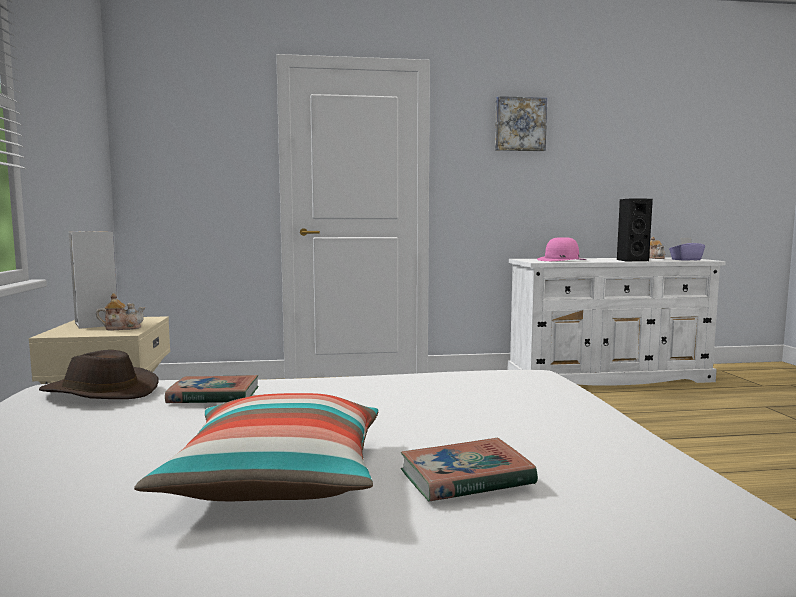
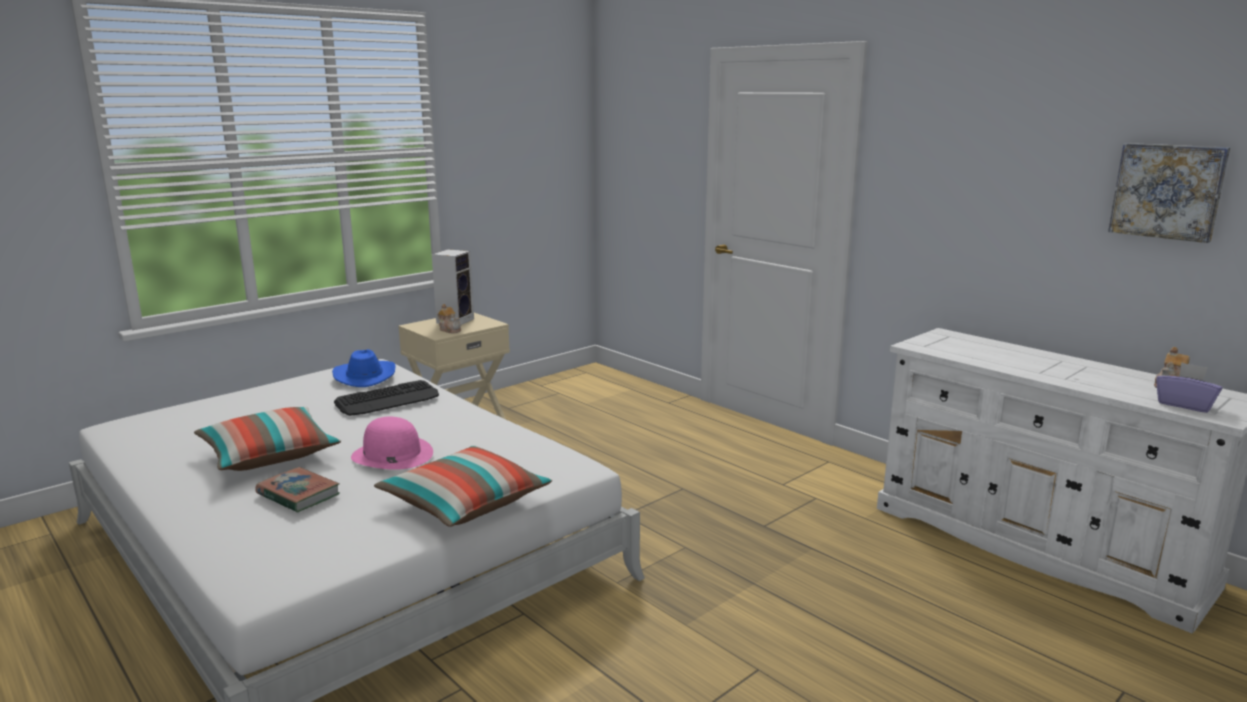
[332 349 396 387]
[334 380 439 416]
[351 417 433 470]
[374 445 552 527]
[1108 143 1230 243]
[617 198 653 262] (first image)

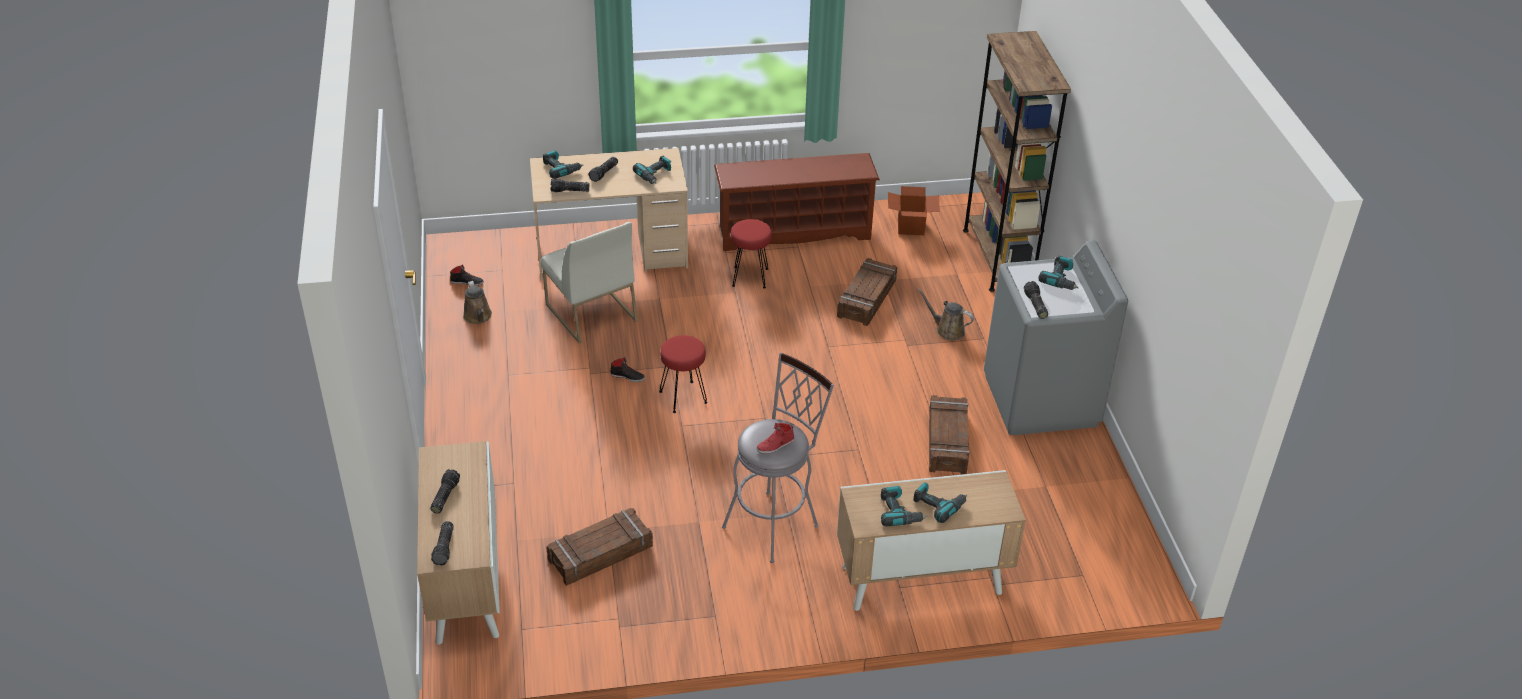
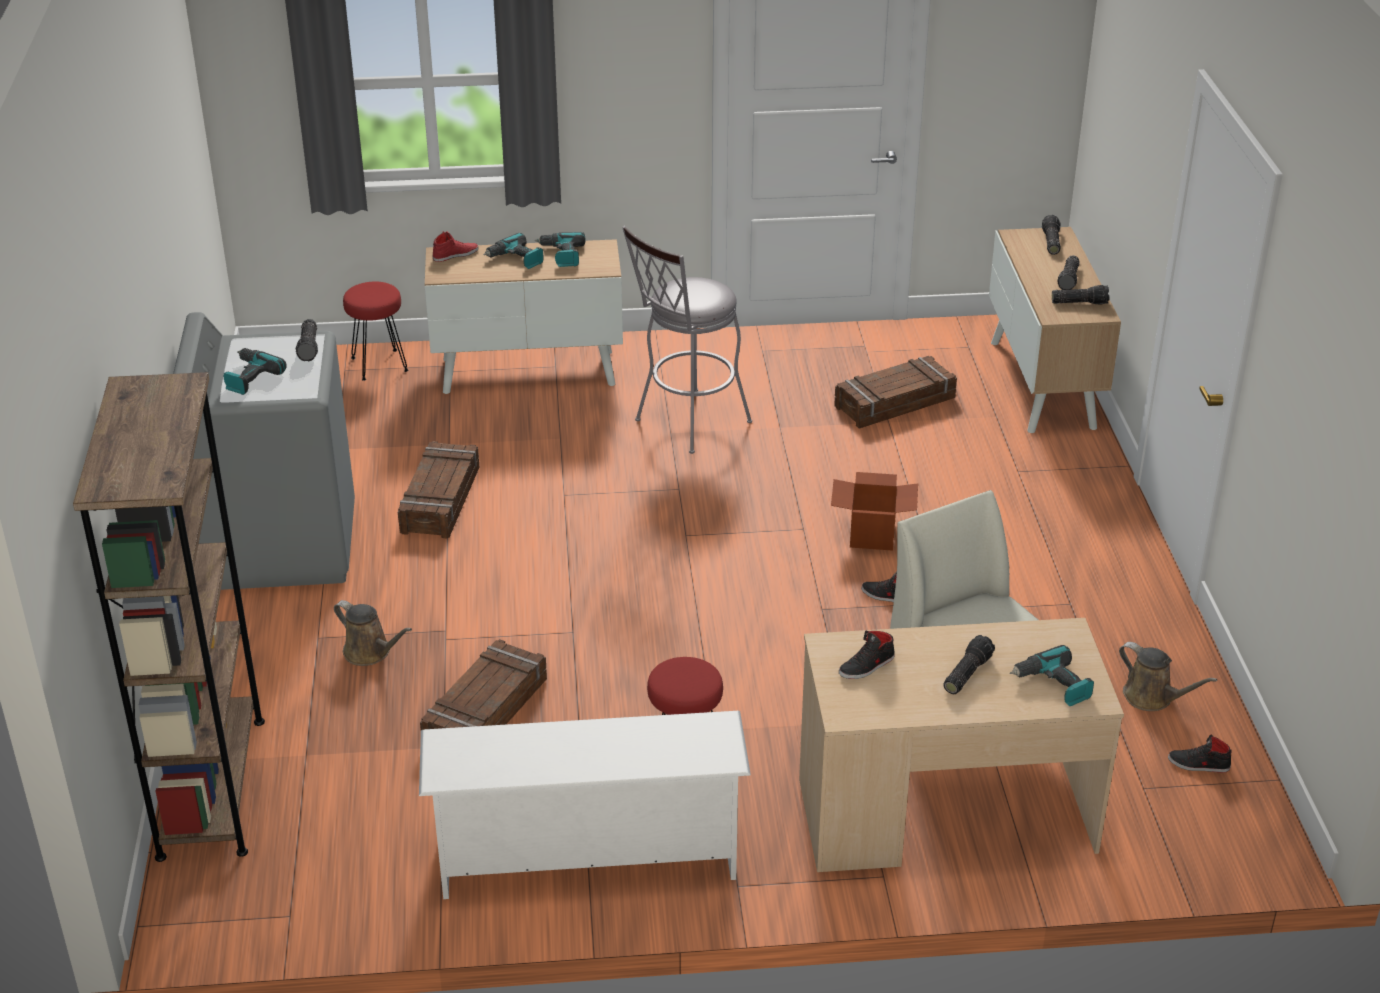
[343 282 409 381]
[419 711 751 899]
[432 231 479 262]
[831 472 918 551]
[839 631 895 679]
[1052 285 1109 305]
[1119 642 1218 711]

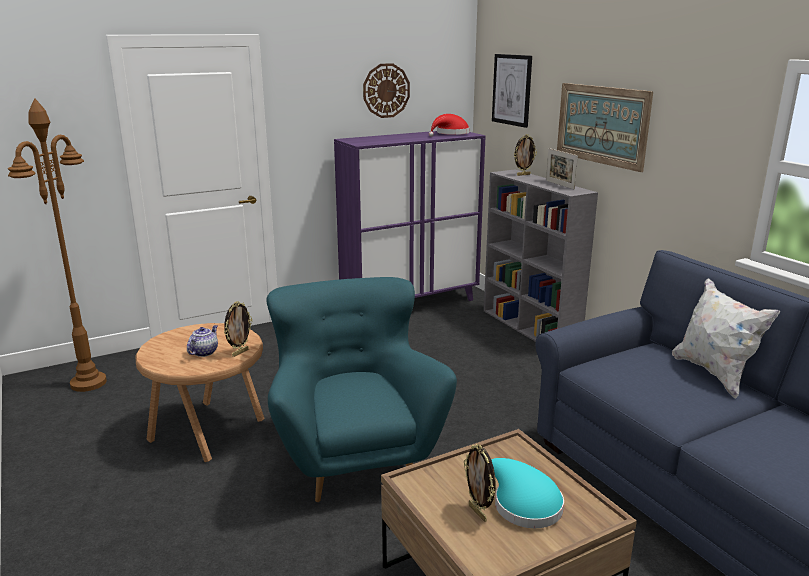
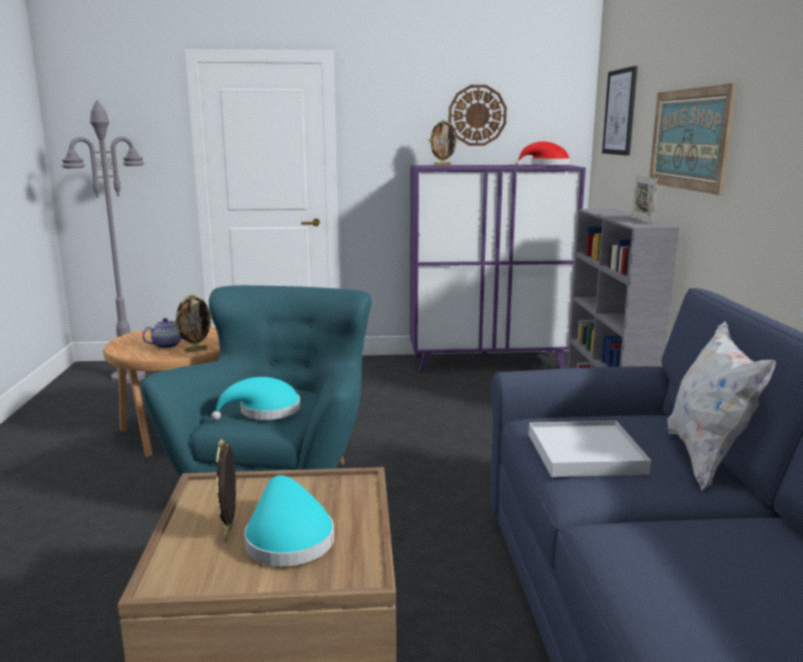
[61 100 146 383]
[212 377 300 420]
[429 119 458 166]
[529 421 651 477]

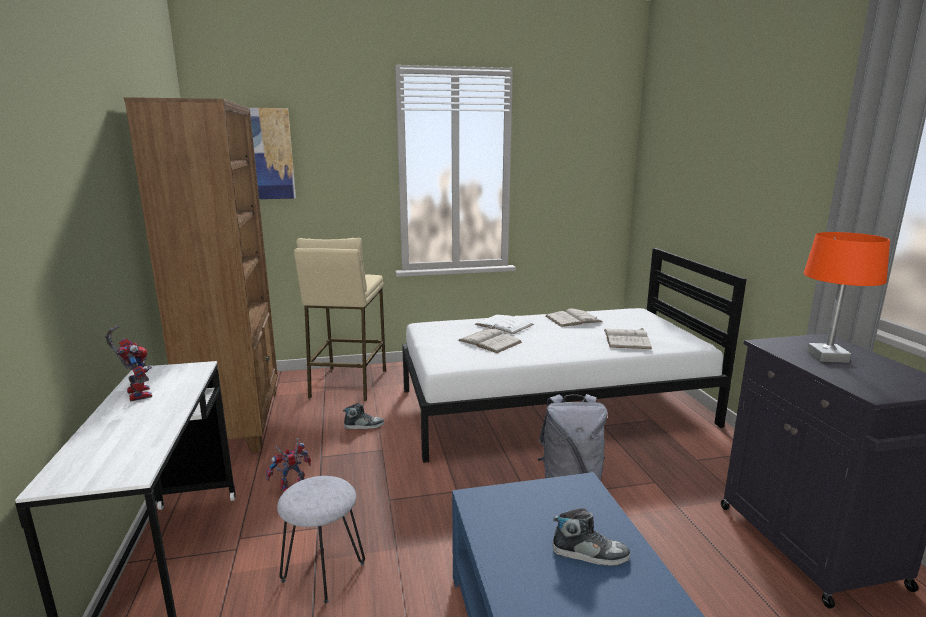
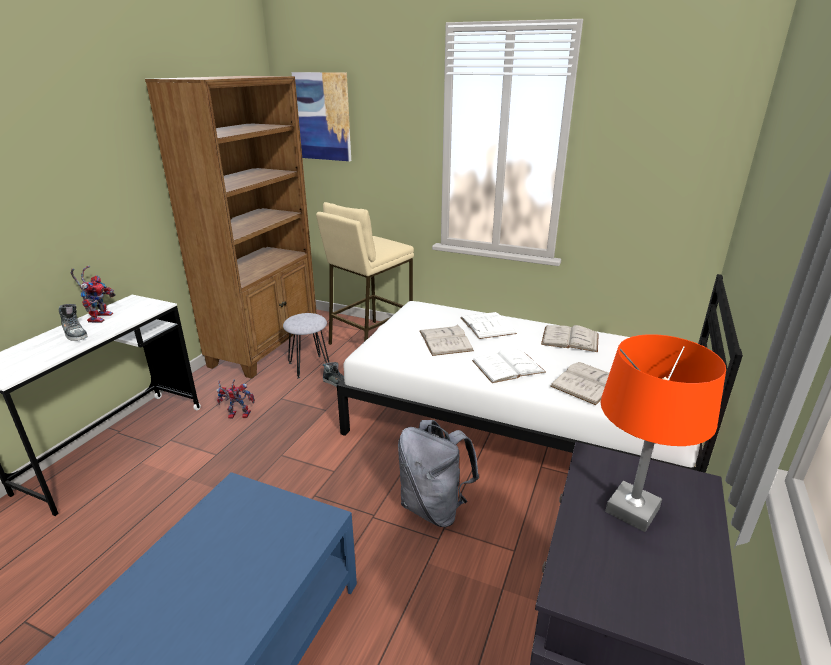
[59 304 88 341]
[283 313 330 378]
[472 349 546 383]

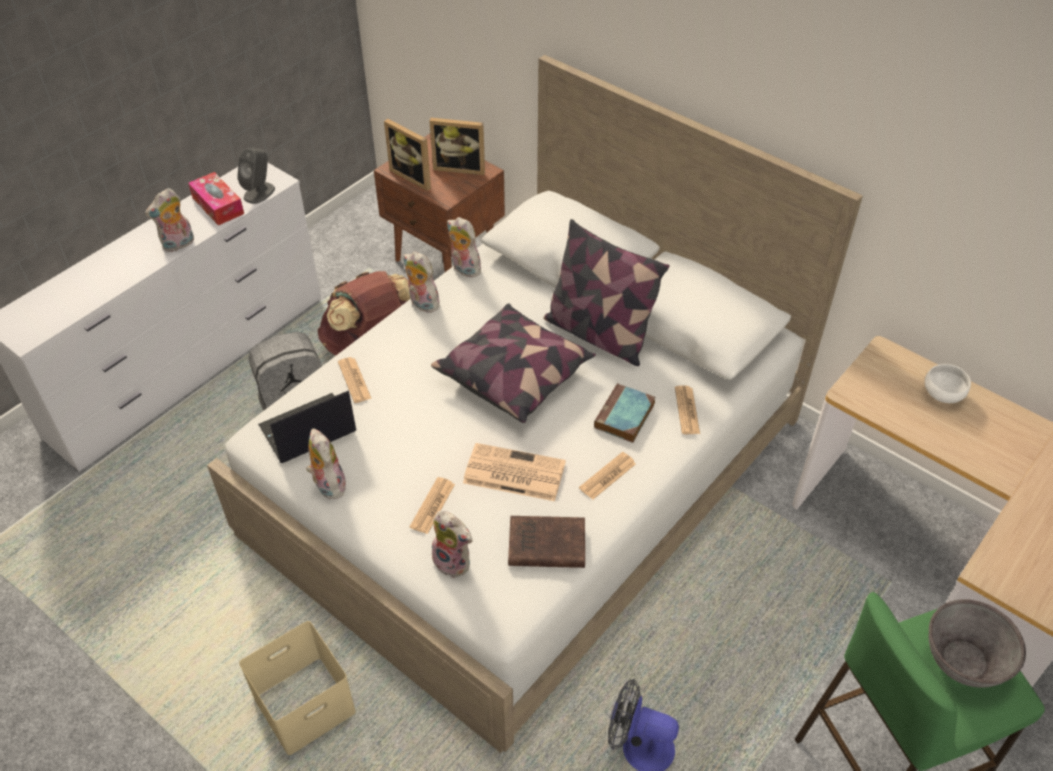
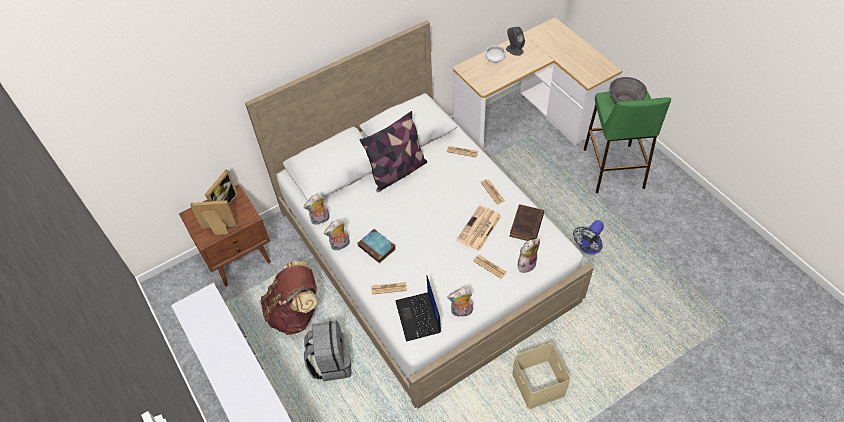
[191 200 237 235]
[357 229 396 263]
[506 27 525 56]
[145 188 194 252] (first image)
[188 172 244 225] (first image)
[431 304 596 423] (first image)

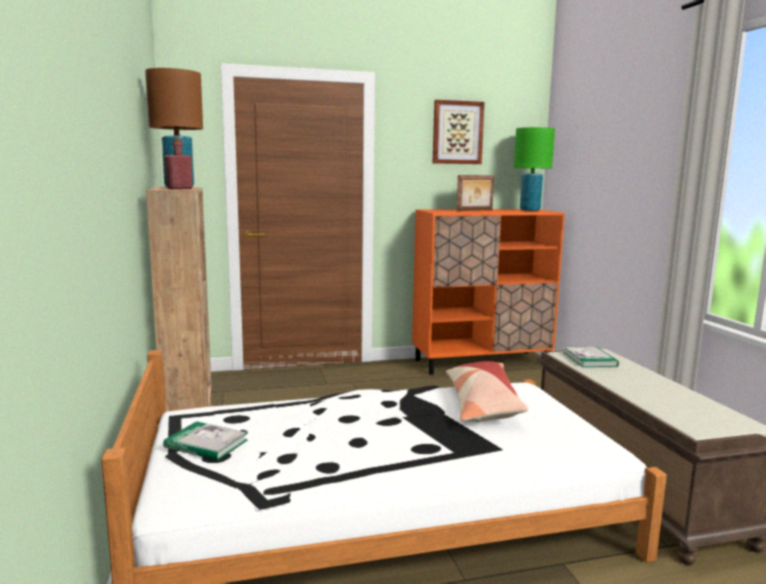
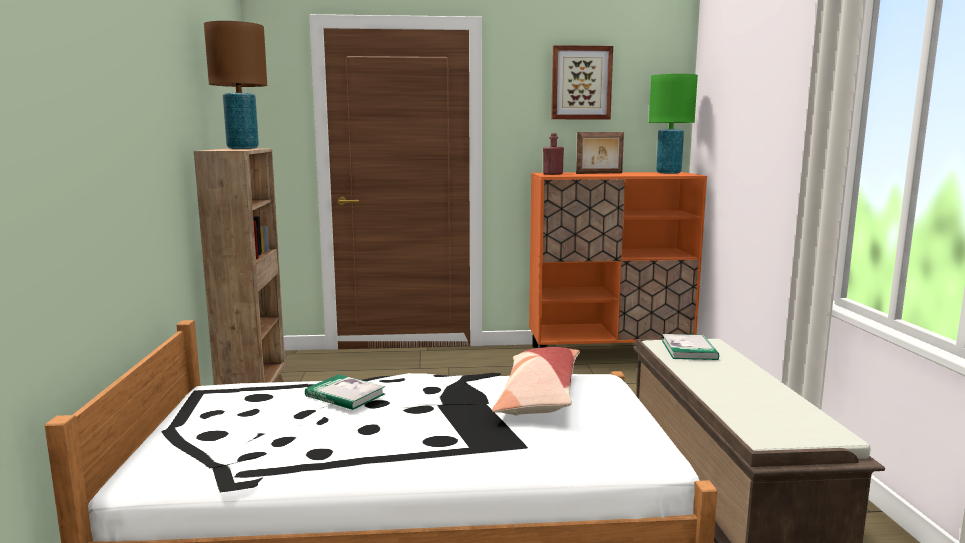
[305 375 385 410]
[543 133 564 175]

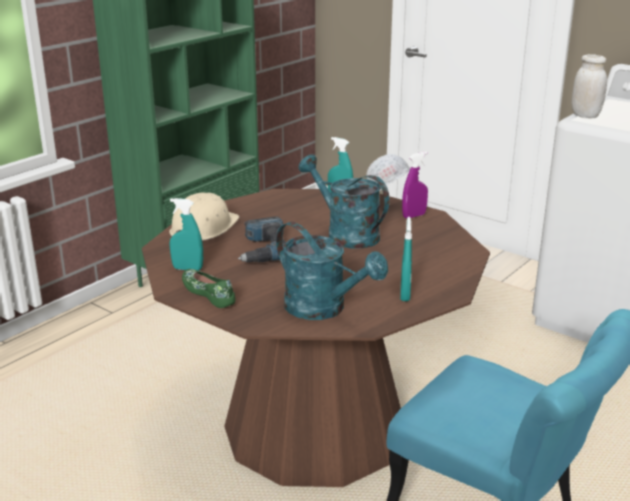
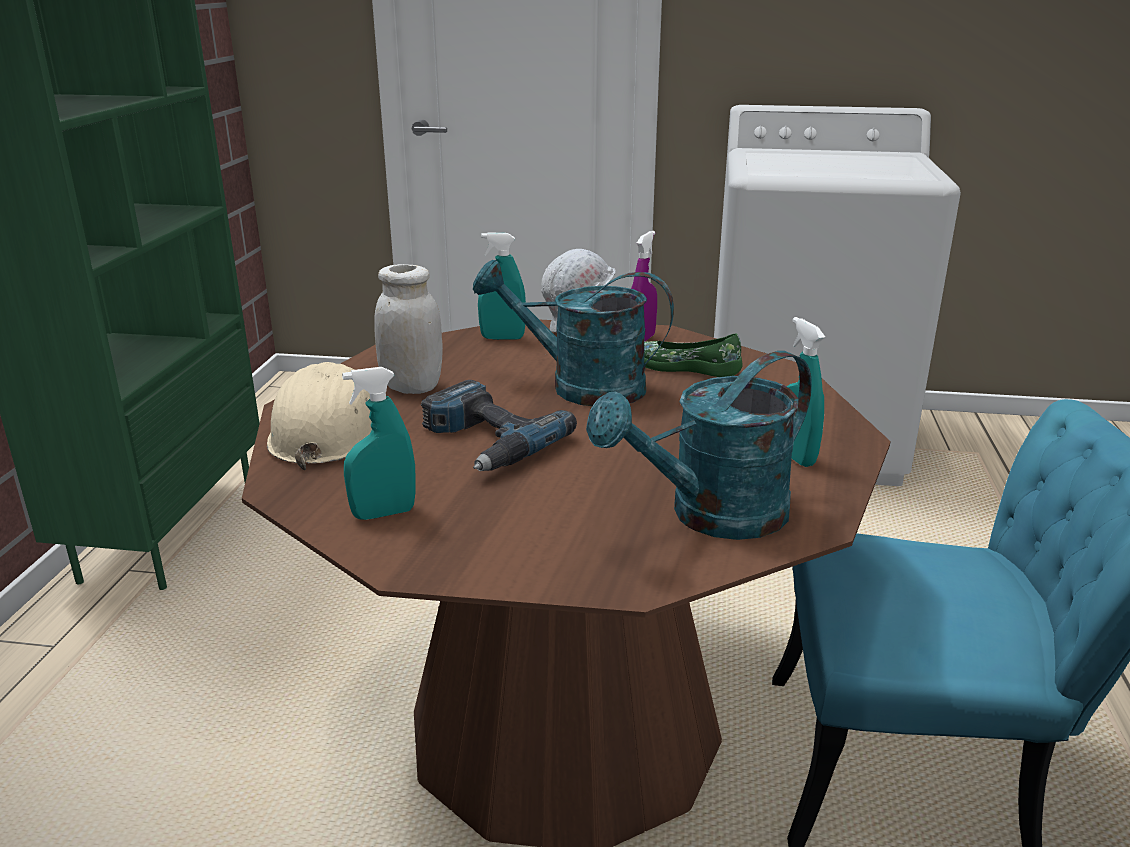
[374 264 443 394]
[586 351 812 540]
[644 334 743 377]

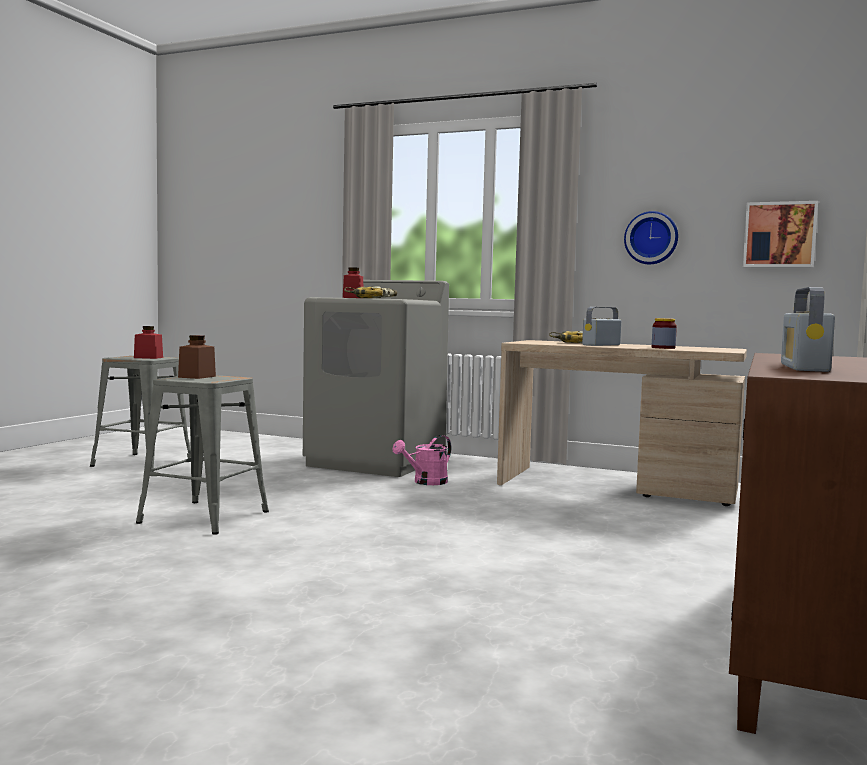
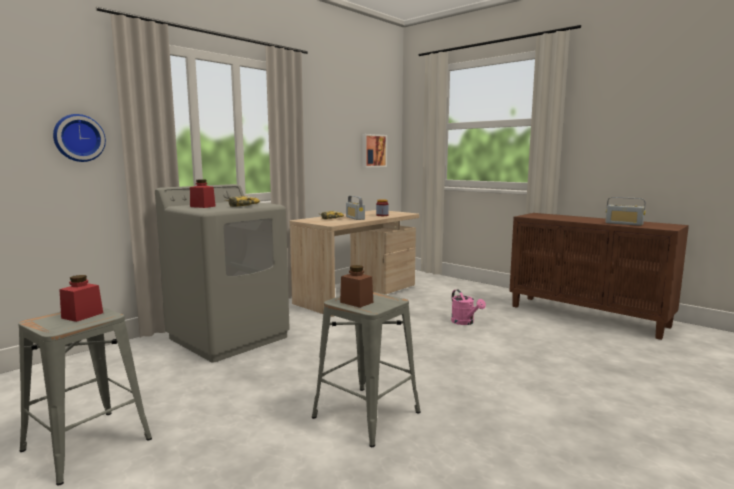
[53 114 106 162]
[451 289 486 325]

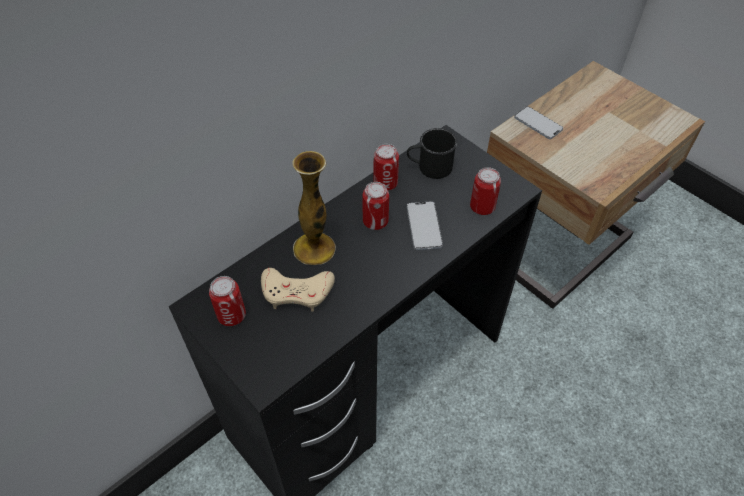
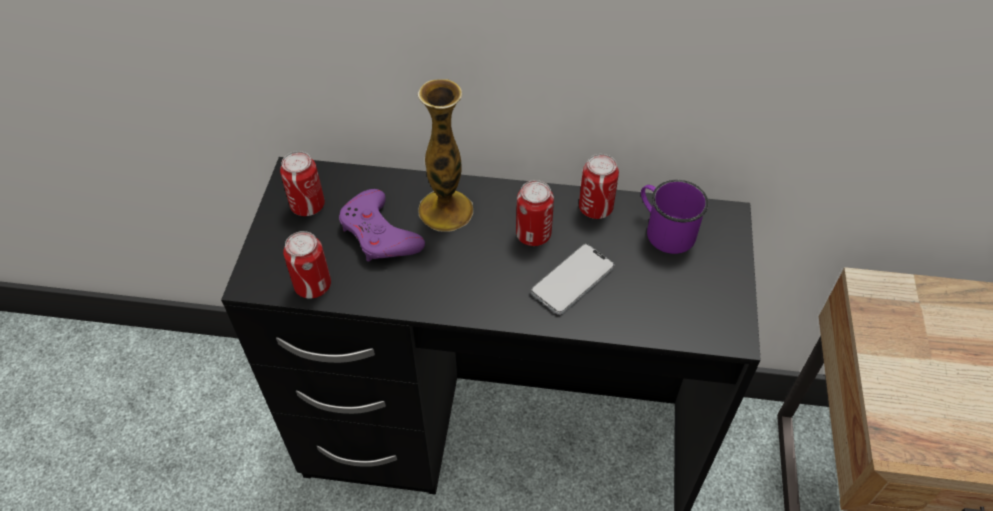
[283 231 331 298]
[339 189 425 262]
[641 180 708 254]
[514 106 563 139] (first image)

